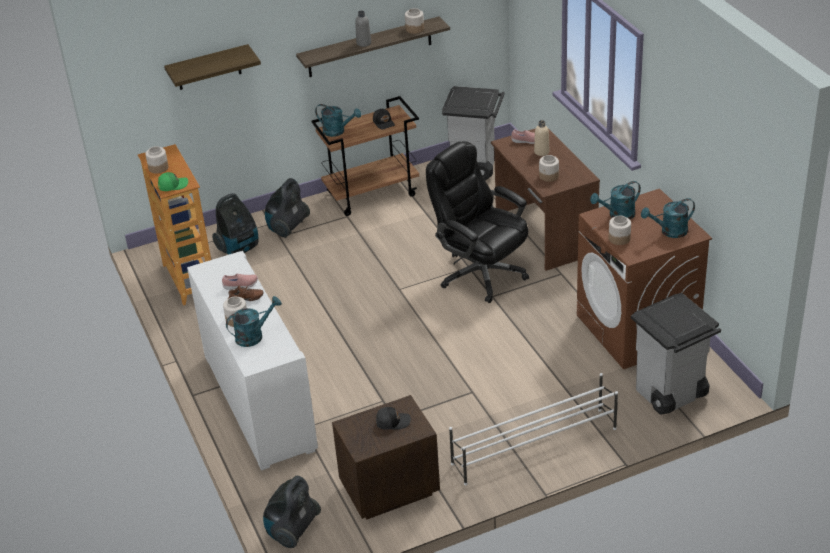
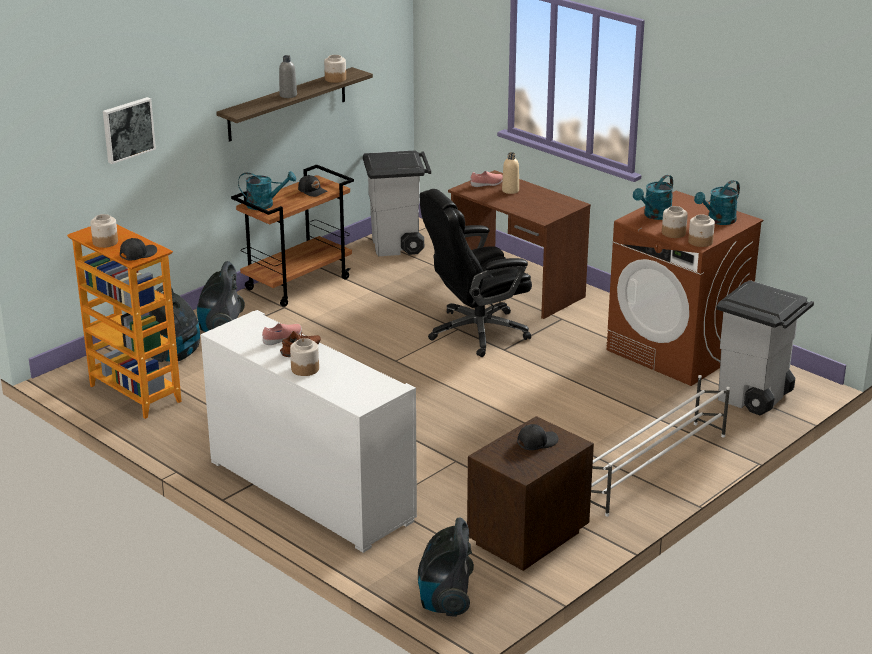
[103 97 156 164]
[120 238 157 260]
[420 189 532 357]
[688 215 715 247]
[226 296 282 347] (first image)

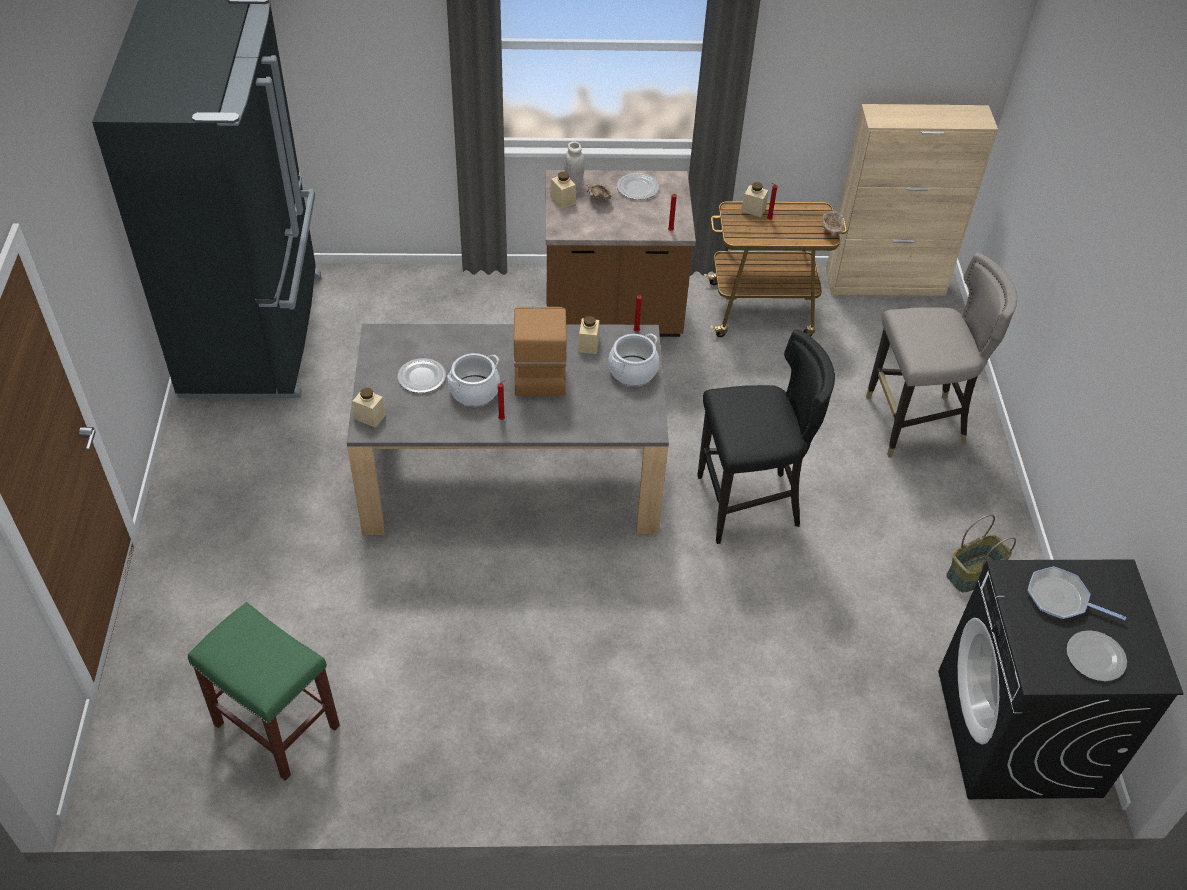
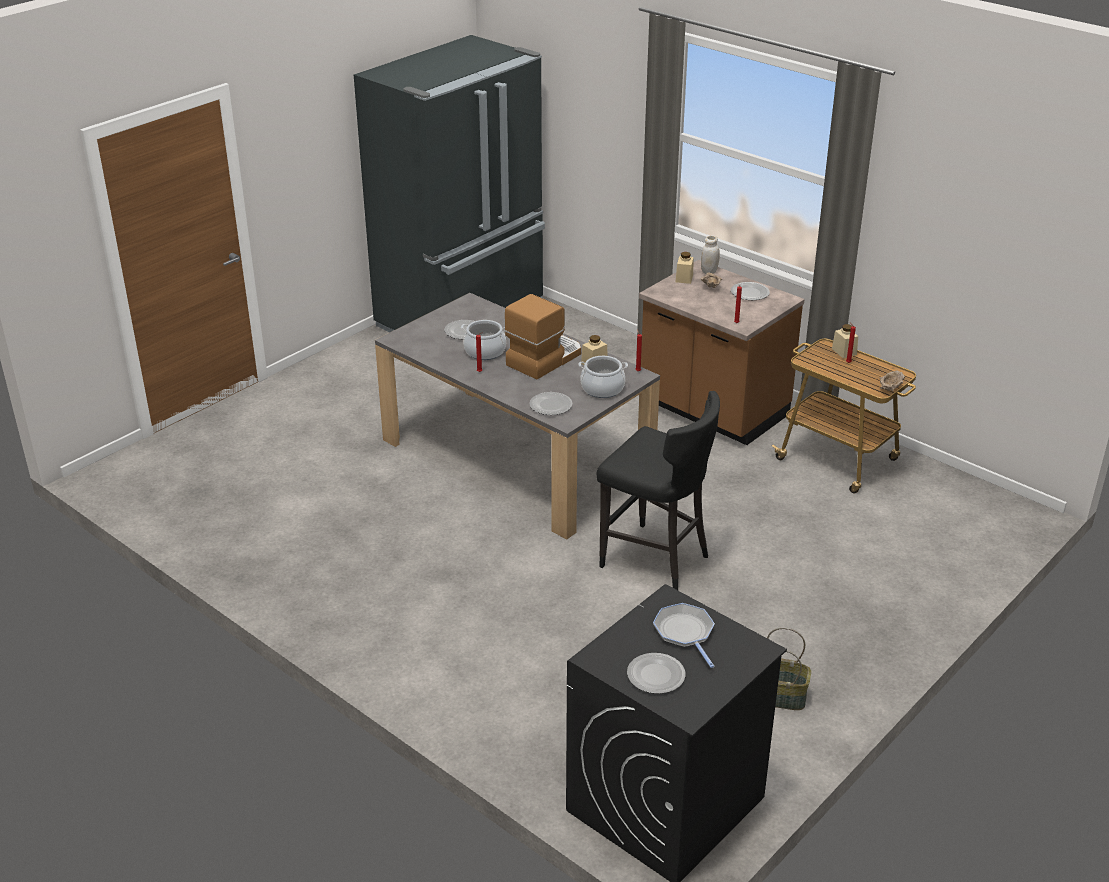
[529 392 572 415]
[188 602 340 781] (first image)
[352 388 386 428] (first image)
[826 104 998 295] (first image)
[866 253 1017 458] (first image)

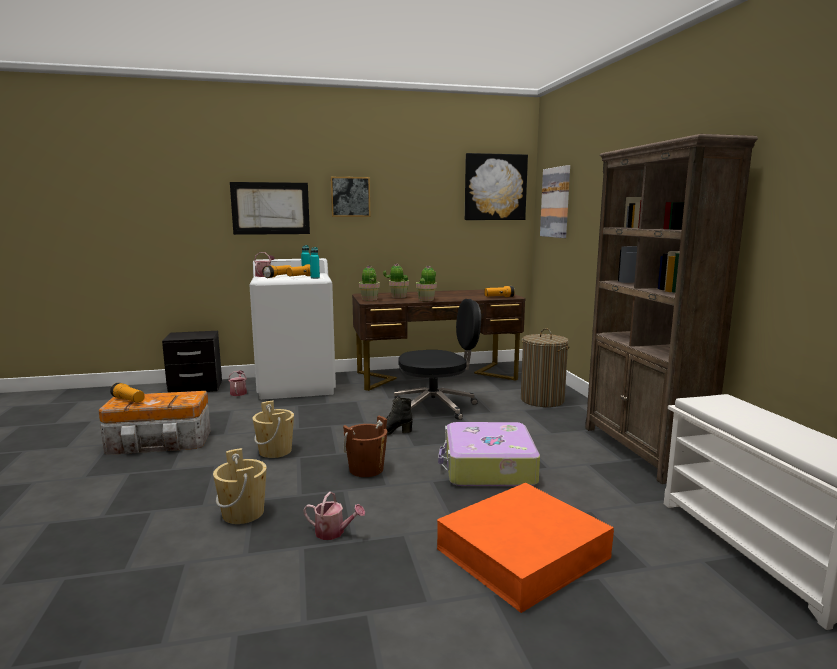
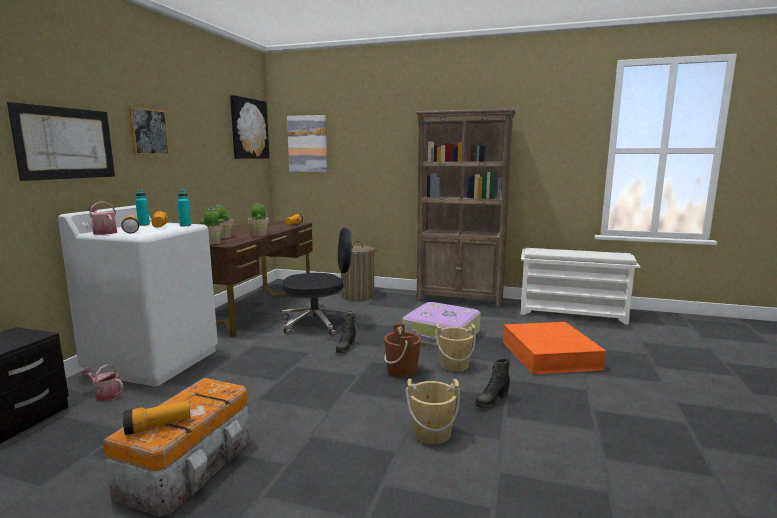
[282 228 356 336]
[435 324 476 372]
[476 359 510 408]

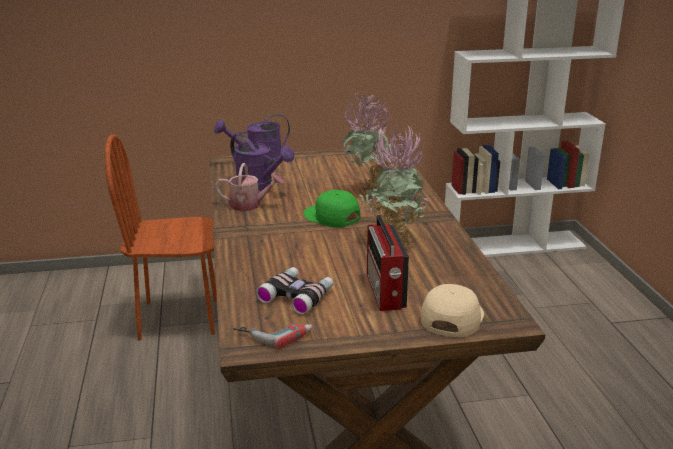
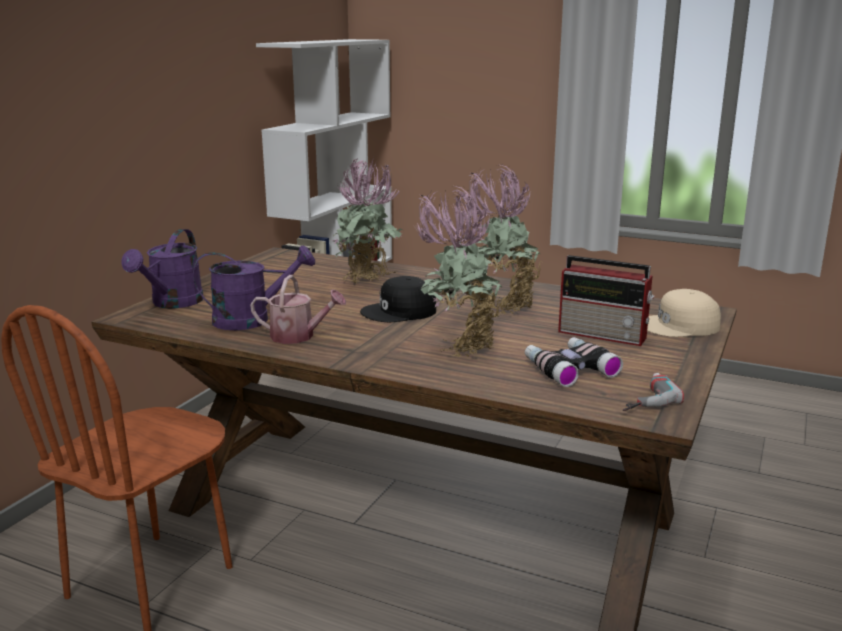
[250 275 346 344]
[360 276 436 322]
[414 186 505 357]
[647 289 721 337]

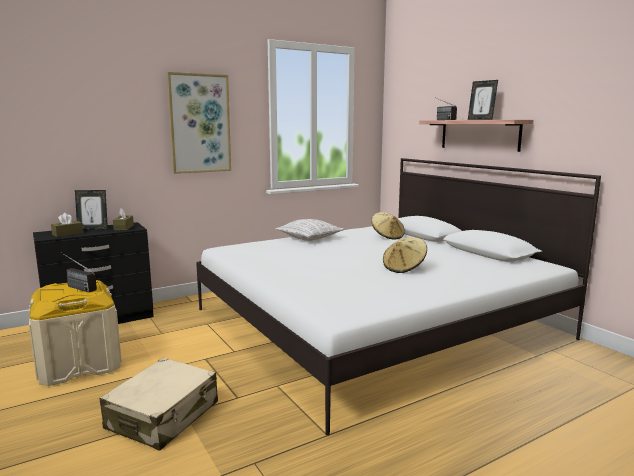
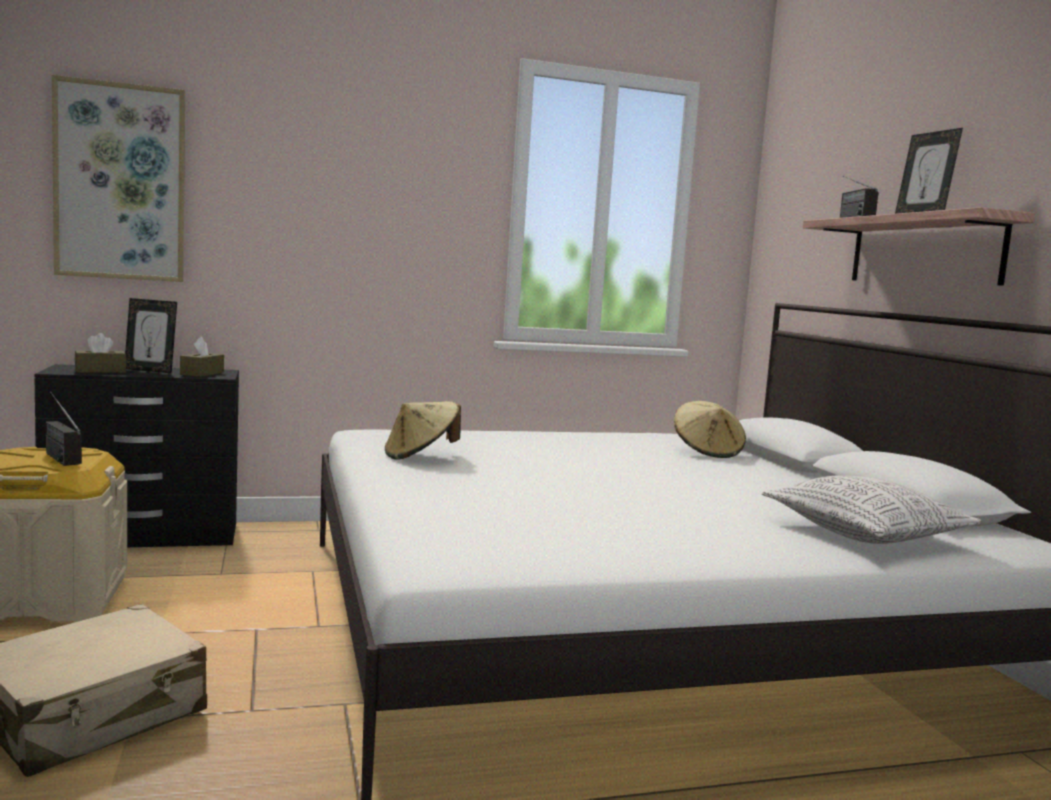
[52 75 185 282]
[385 401 461 459]
[762 475 982 544]

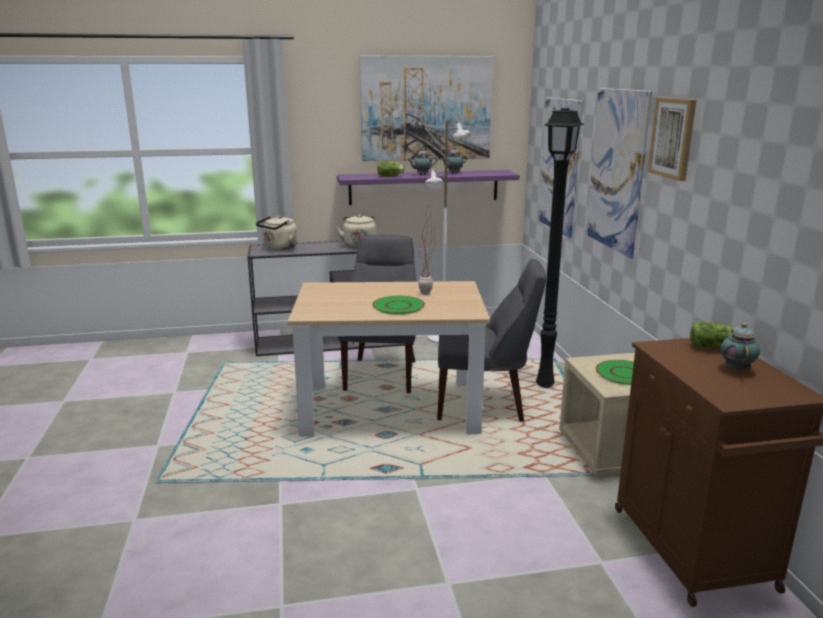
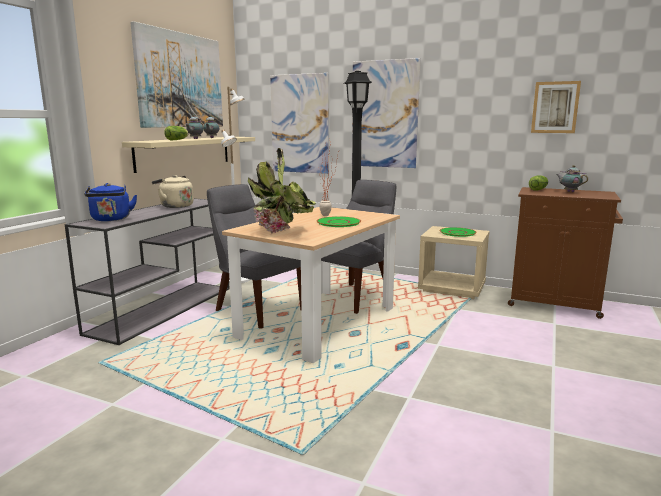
[84 183 137 221]
[122 137 255 173]
[248 148 316 234]
[531 81 581 133]

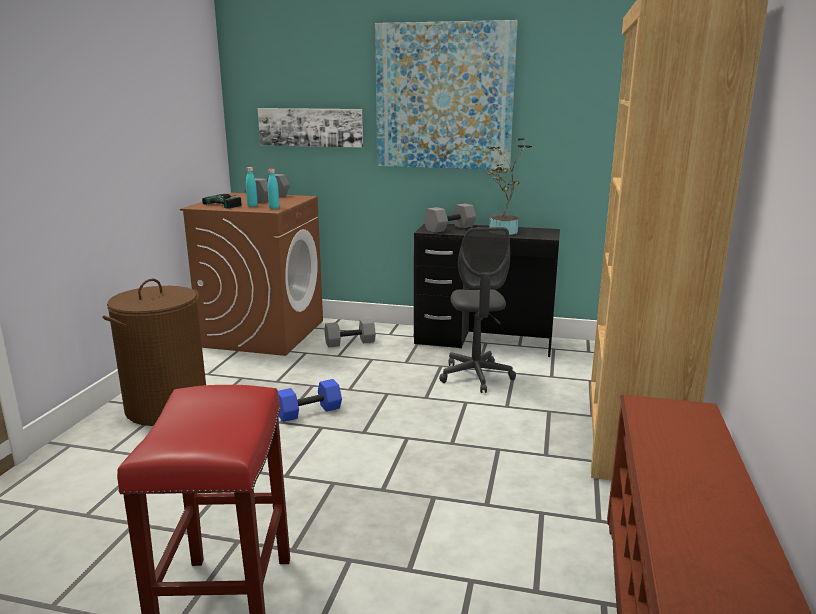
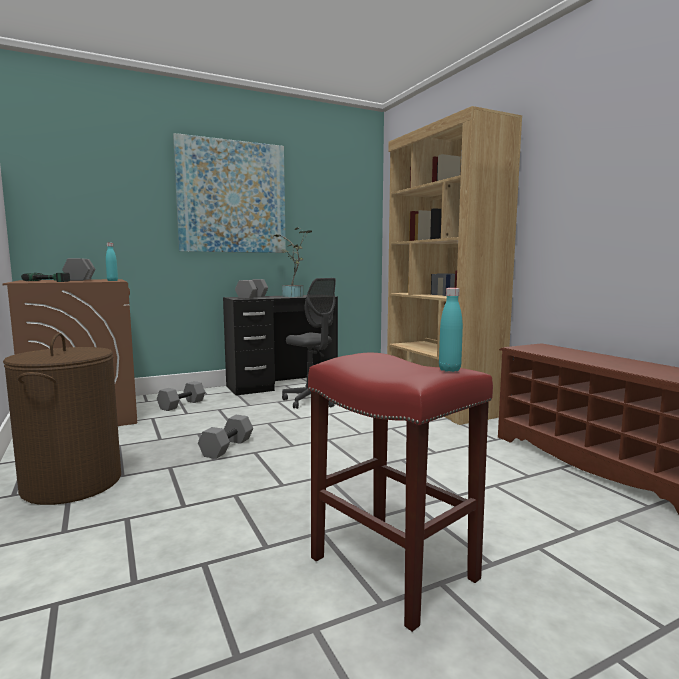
[198 415 253 459]
[439 288 463 372]
[258 108 363 148] (first image)

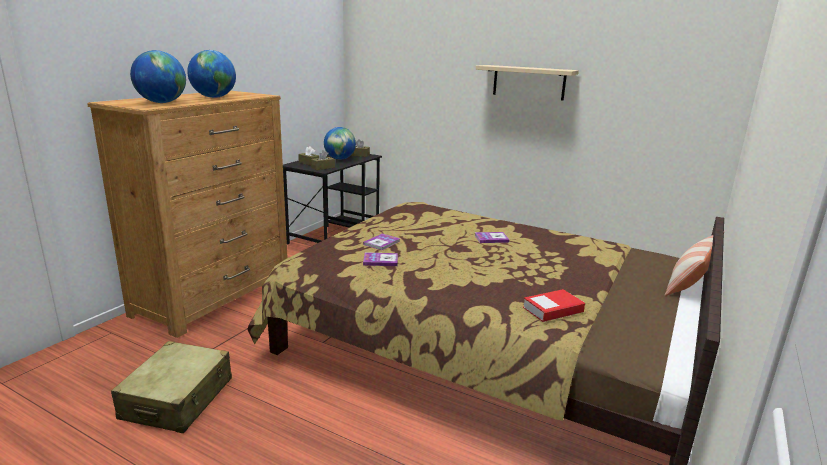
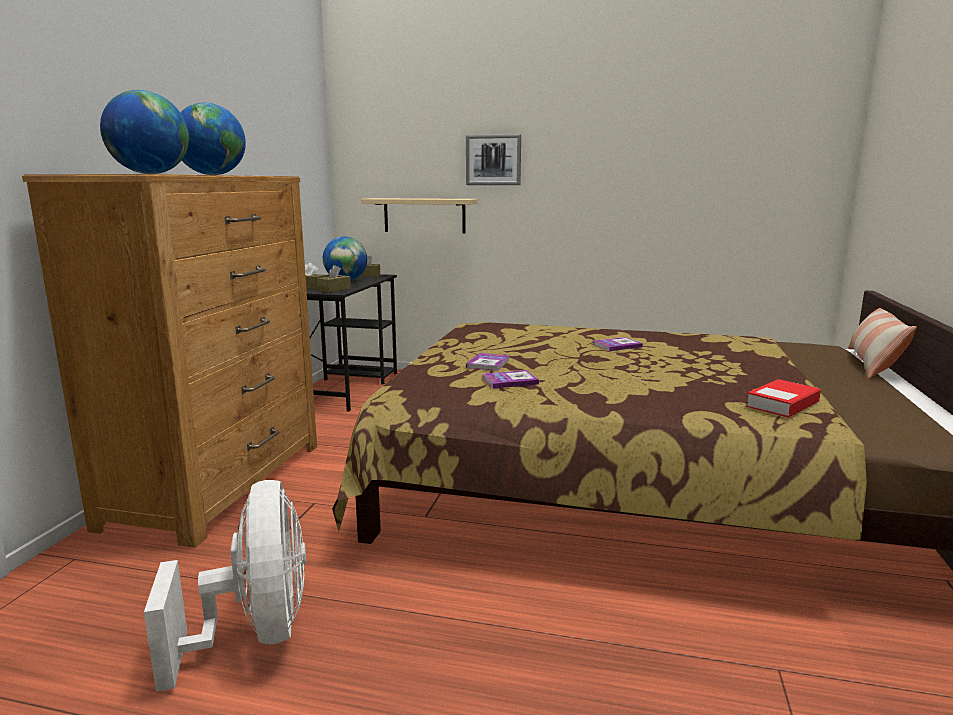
[144 480 306 692]
[361 198 478 233]
[466 134 521 185]

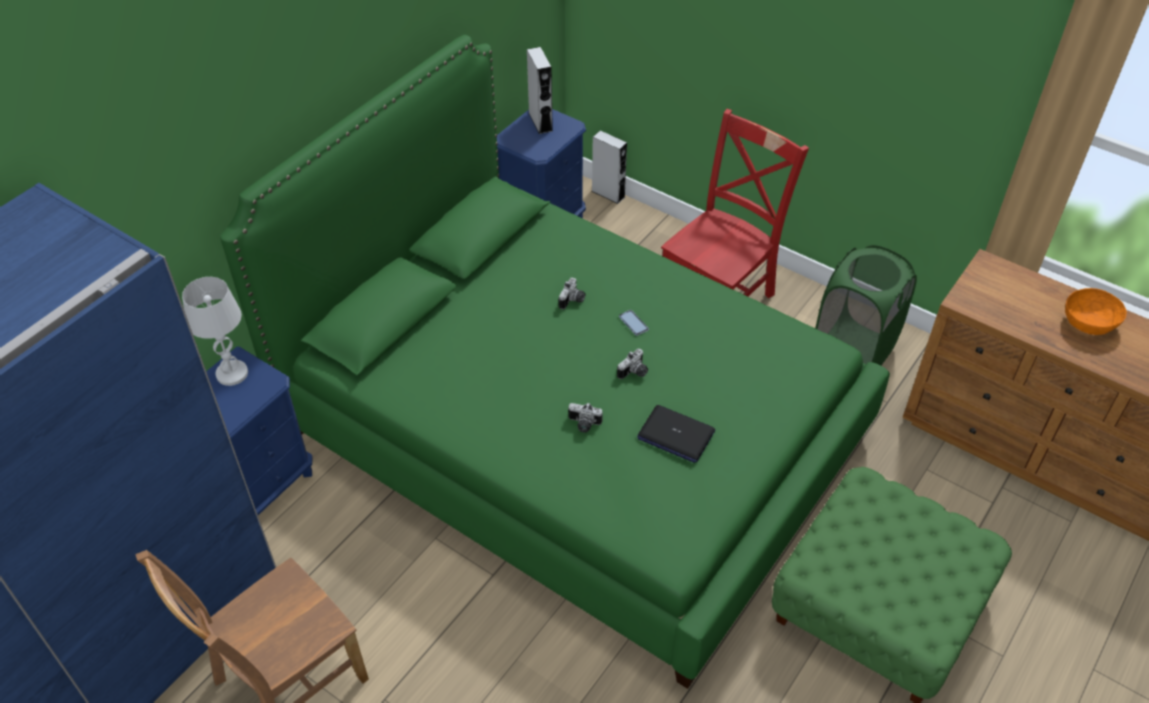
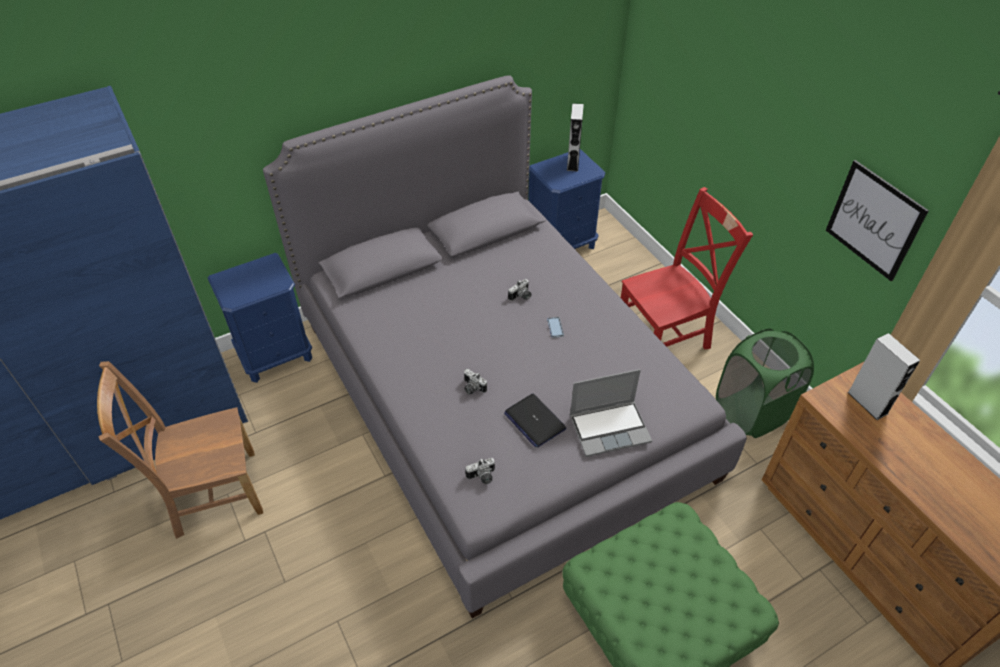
[263 75 747 619]
[465 458 495 484]
[570 369 652 457]
[826 160 929 281]
[847 333 920 420]
[182 277 248 386] (first image)
[1065 288 1127 335] (first image)

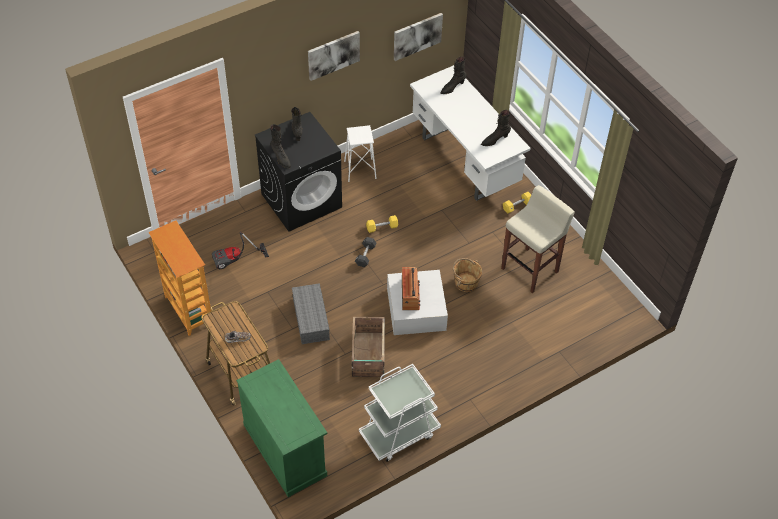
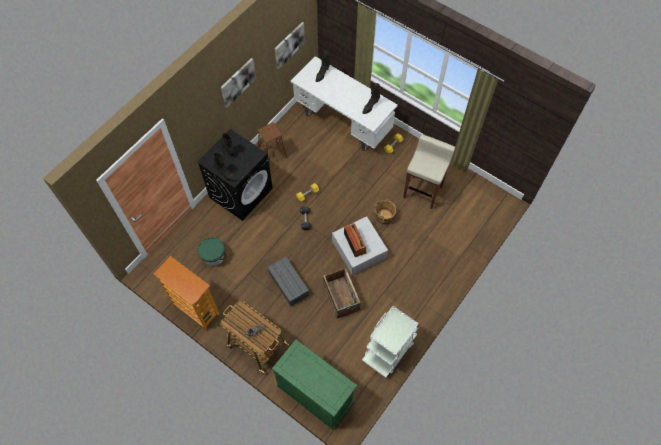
[198 237 226 266]
[257 122 287 160]

